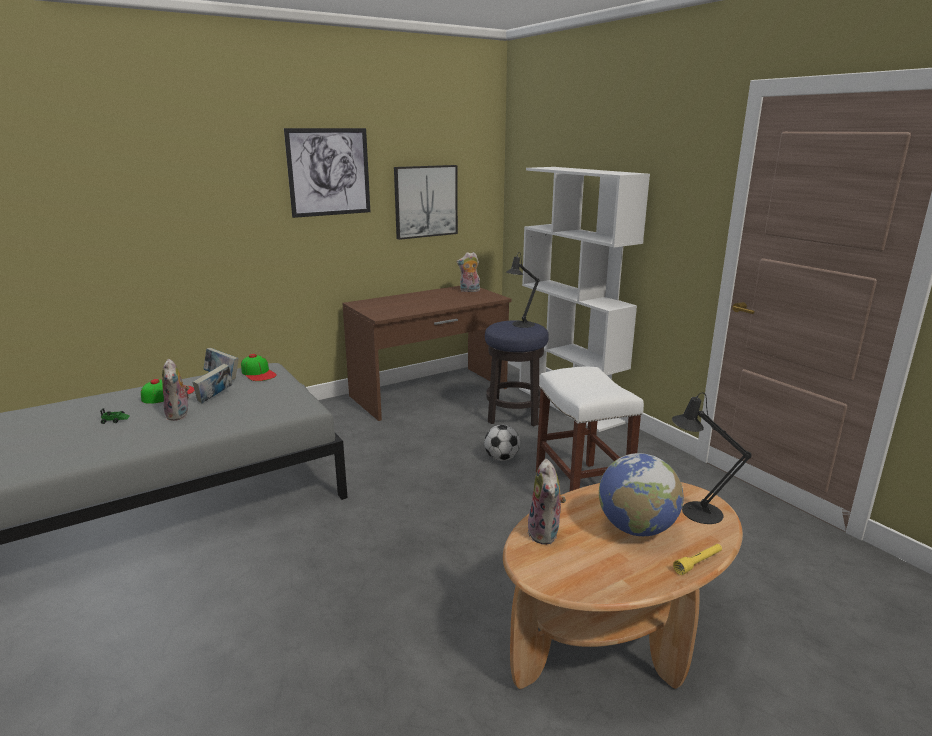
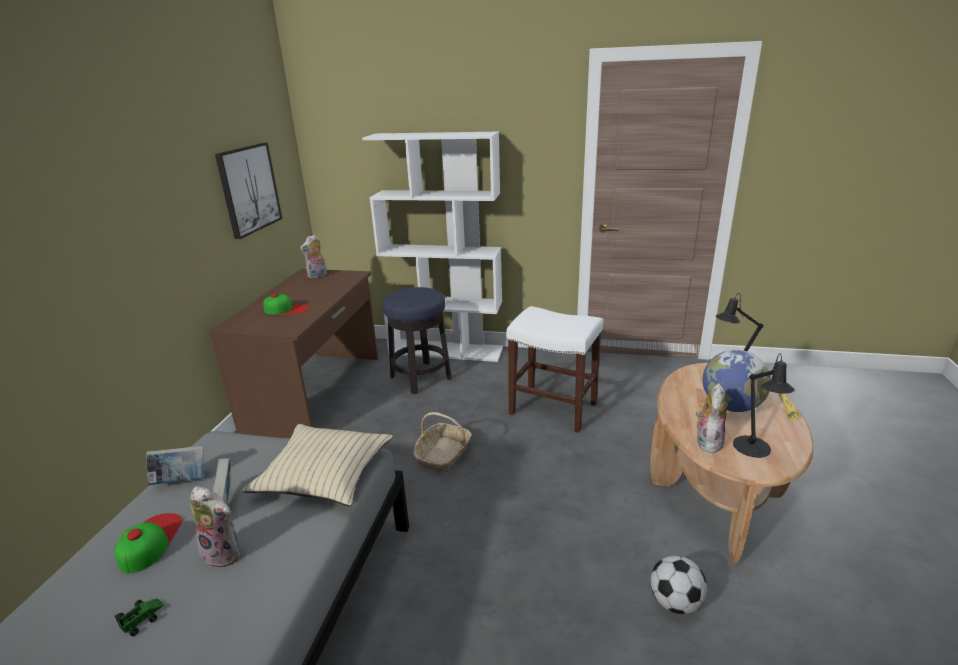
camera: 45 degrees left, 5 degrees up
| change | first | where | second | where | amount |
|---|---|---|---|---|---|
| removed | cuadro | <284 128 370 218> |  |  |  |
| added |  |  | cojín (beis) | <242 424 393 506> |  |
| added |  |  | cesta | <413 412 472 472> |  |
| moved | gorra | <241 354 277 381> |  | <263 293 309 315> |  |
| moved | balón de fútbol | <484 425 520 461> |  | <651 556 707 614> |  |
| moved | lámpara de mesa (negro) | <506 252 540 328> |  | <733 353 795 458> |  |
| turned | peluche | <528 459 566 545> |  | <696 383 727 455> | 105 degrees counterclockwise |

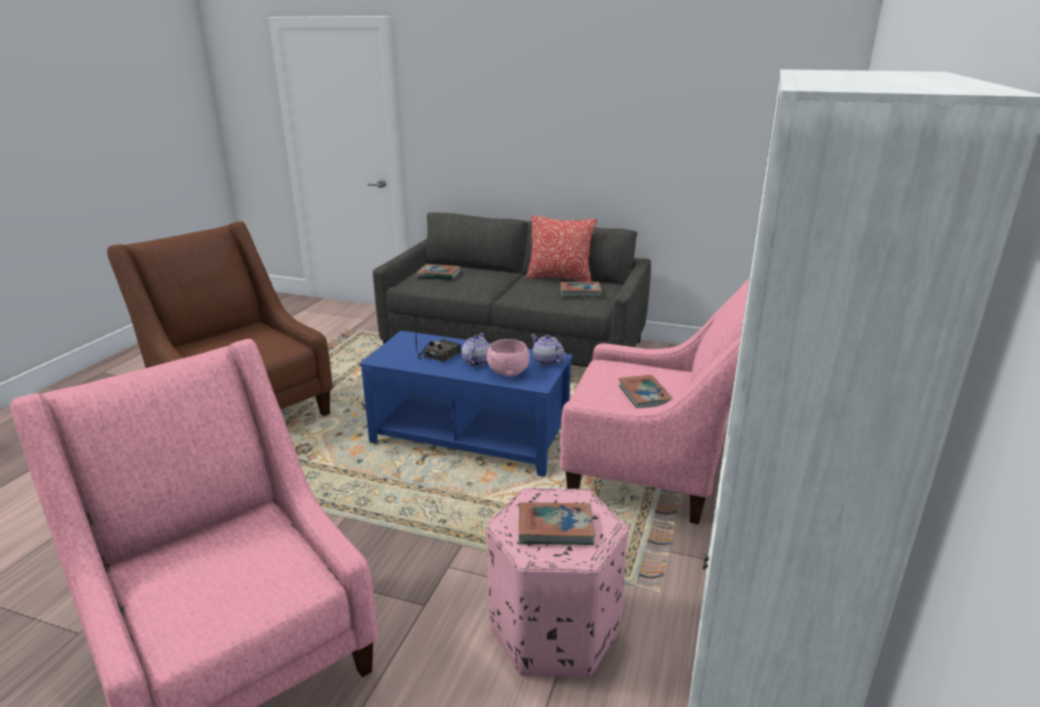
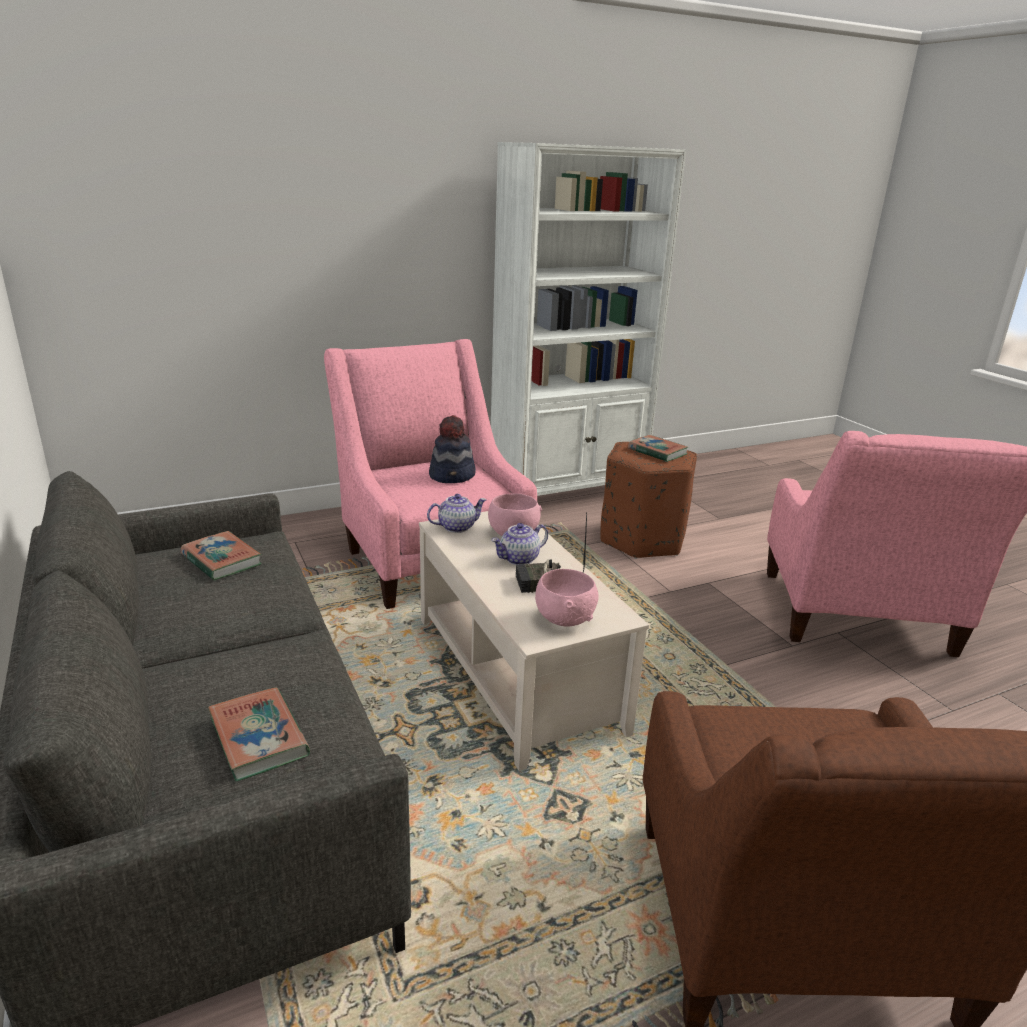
camera: 135 degrees left, 0 degrees up
| change | first | where | second | where | amount |
|---|---|---|---|---|---|
| removed | cojín | <526 215 597 282> |  |  |  |
| added |  |  | cuenco (rosa) | <535 569 599 627> |  |
| replaced | libro | <618 375 673 408> | sombrero | <429 415 476 483> |  |
| recoloured | mesa de centro (azul) | <359 331 573 477> | mesa de centro (beis) | <419 511 649 771> |  |
| recoloured | puf (rosa) | <486 488 628 677> | puf (marrón) | <600 442 697 559> |  |
| turned | tetera | <531 334 565 366> |  | <427 494 487 533> | 120 degrees counterclockwise |

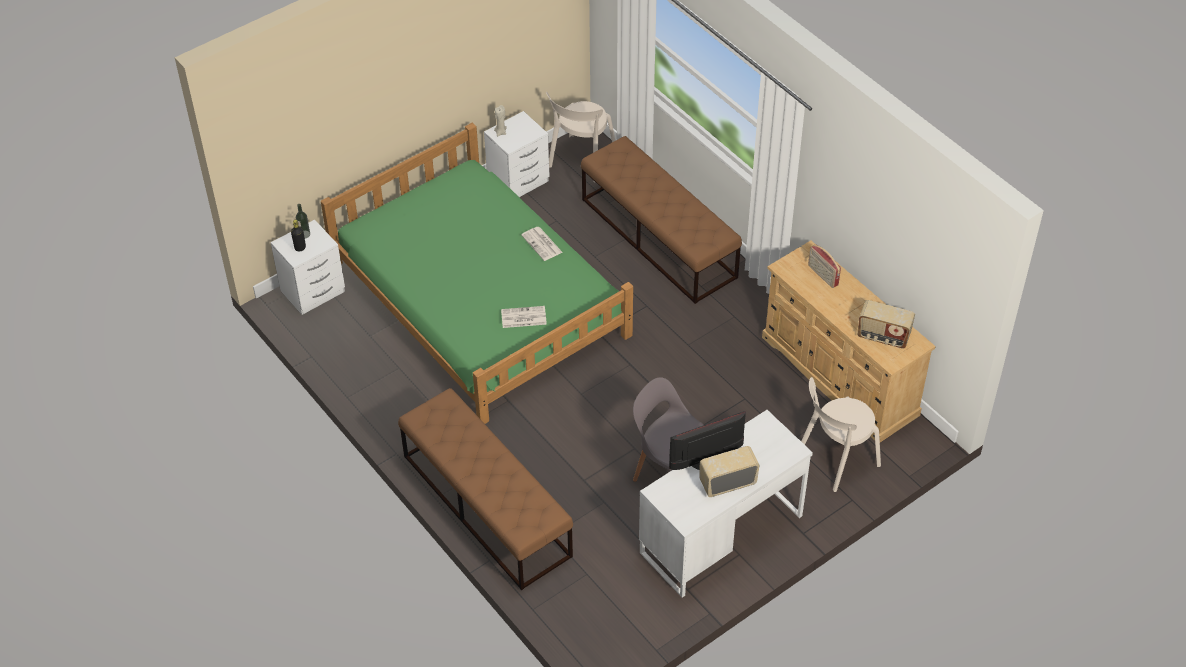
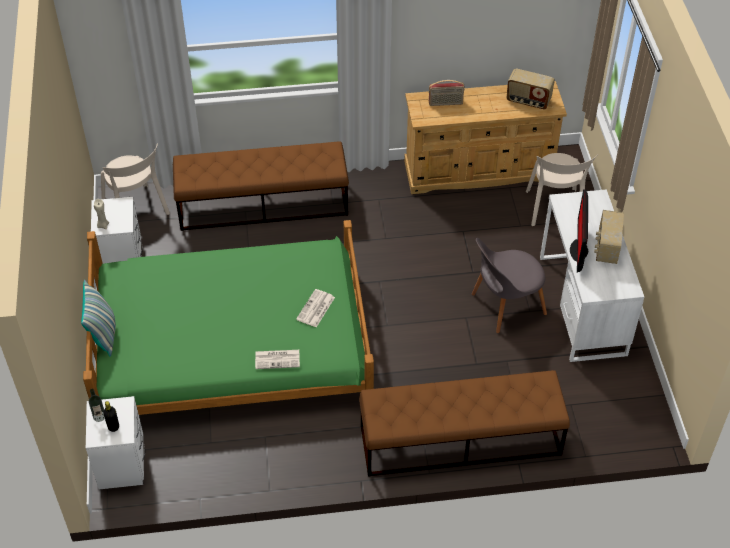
camera: 60 degrees left, 0 degrees up
| change | first | where | second | where | amount |
|---|---|---|---|---|---|
| added |  |  | cojín | <81 280 116 357> |  |
| moved | periódico | <521 227 563 261> |  | <255 350 300 369> |  |
| turned | radio | <857 300 915 348> |  | <507 68 555 109> | 60 degrees clockwise |

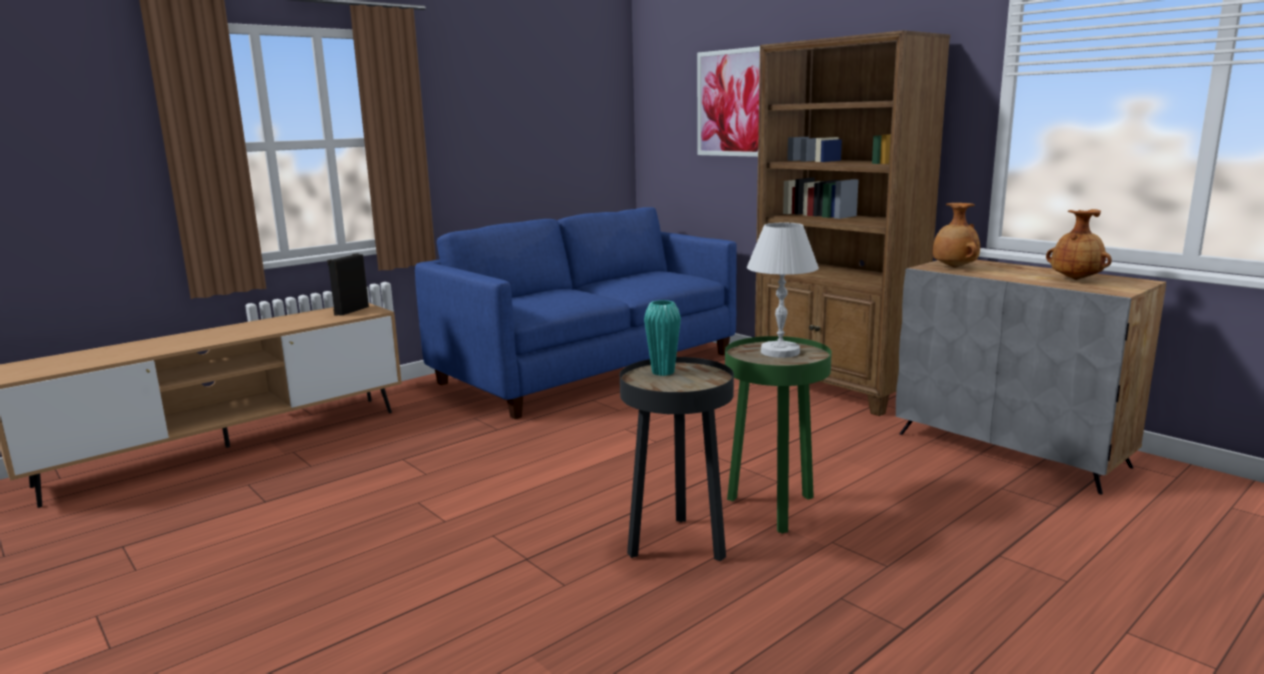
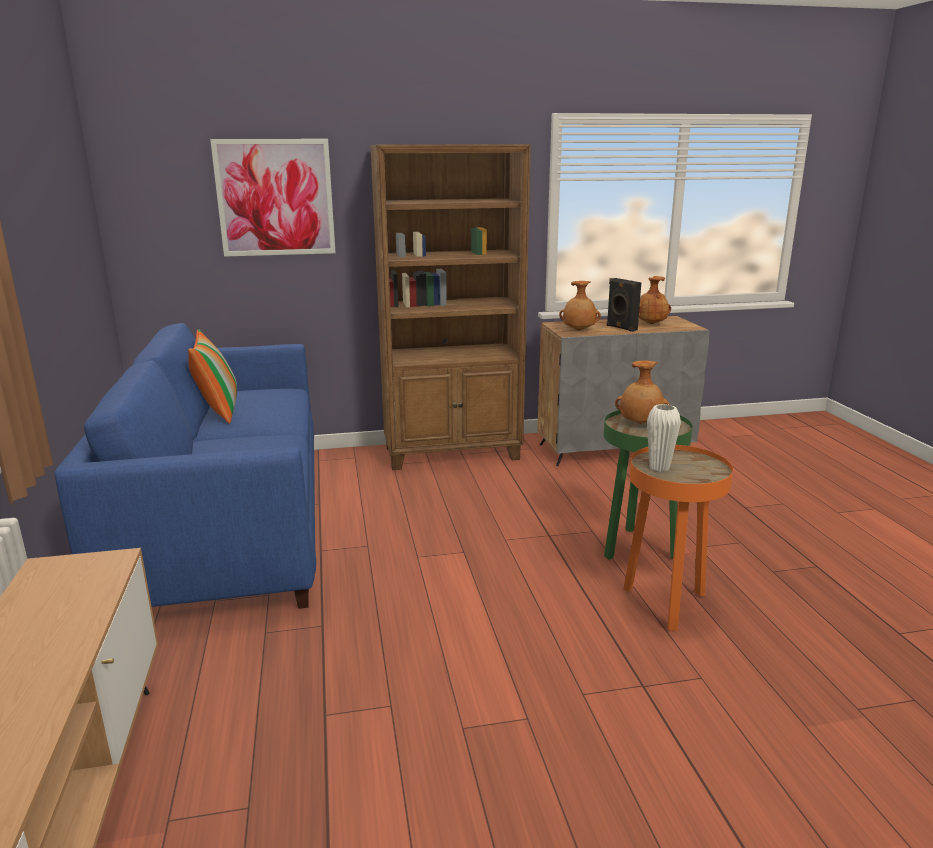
camera: 60 degrees left, 5 degrees up
| change | first | where | second | where | amount |
|---|---|---|---|---|---|
| added |  |  | cojín | <188 329 237 424> |  |
| moved | altavoz (negro) | <327 254 369 316> |  | <607 278 641 332> |  |
| replaced | lámpara de mesa (blanco) | <747 223 819 358> | florero (marrón) | <615 360 670 424> |  |
| recoloured | mesa auxiliar (negro) | <620 357 734 561> | mesa auxiliar (naranja) | <623 445 733 631> |  |
| recoloured | florero (turquesa) | <644 300 681 376> | florero (blanco) | <647 404 681 472> |  |

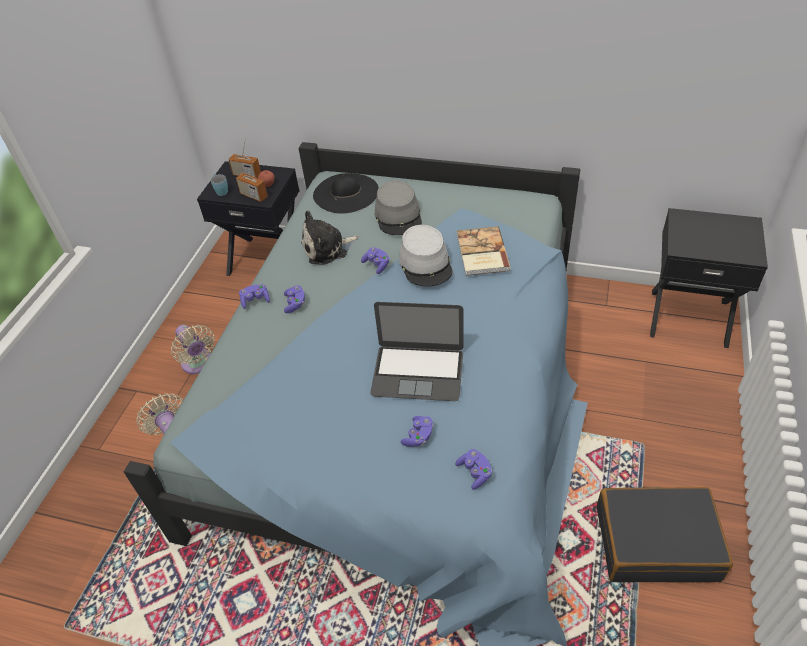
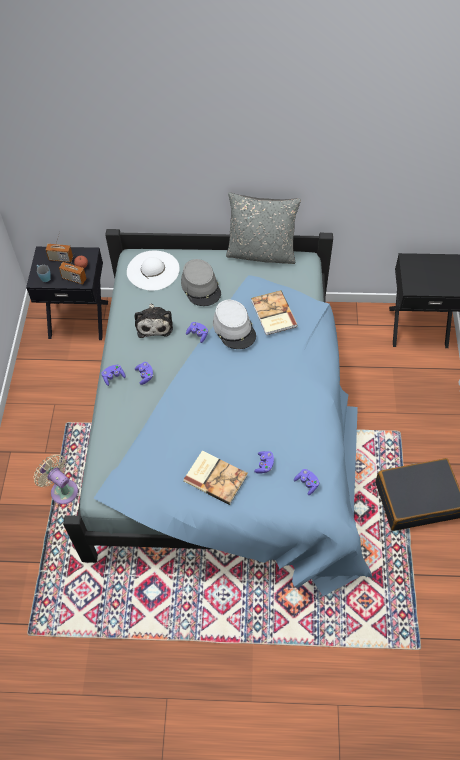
camera: 15 degrees left, 10 degrees up
| change | first | where | second | where | amount |
|---|---|---|---|---|---|
| removed | ventilador (beis) | <171 325 215 374> |  |  |  |
| removed | portátil | <370 302 463 401> |  |  |  |
| added |  |  | libro | <183 451 248 505> |  |
| added |  |  | cojín (gris) | <226 192 301 264> |  |
| recoloured | sombrero (negro) | <313 173 379 214> | sombrero (blanco) | <127 251 179 291> |  |
| turned | peluche | <301 210 359 265> |  | <134 303 173 338> | 60 degrees counterclockwise |

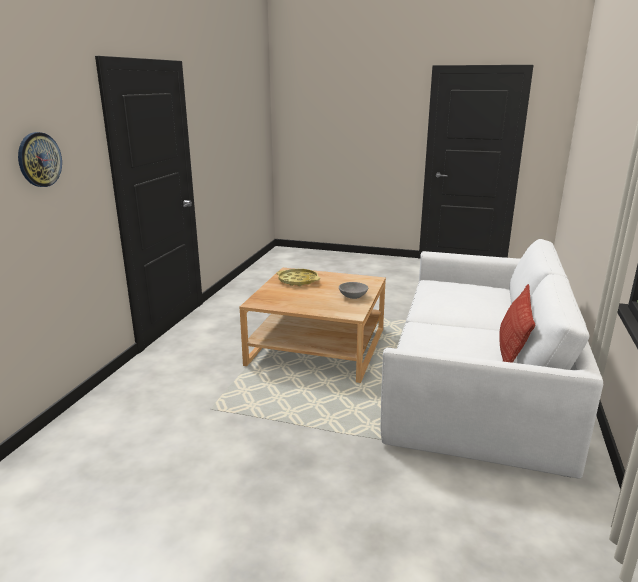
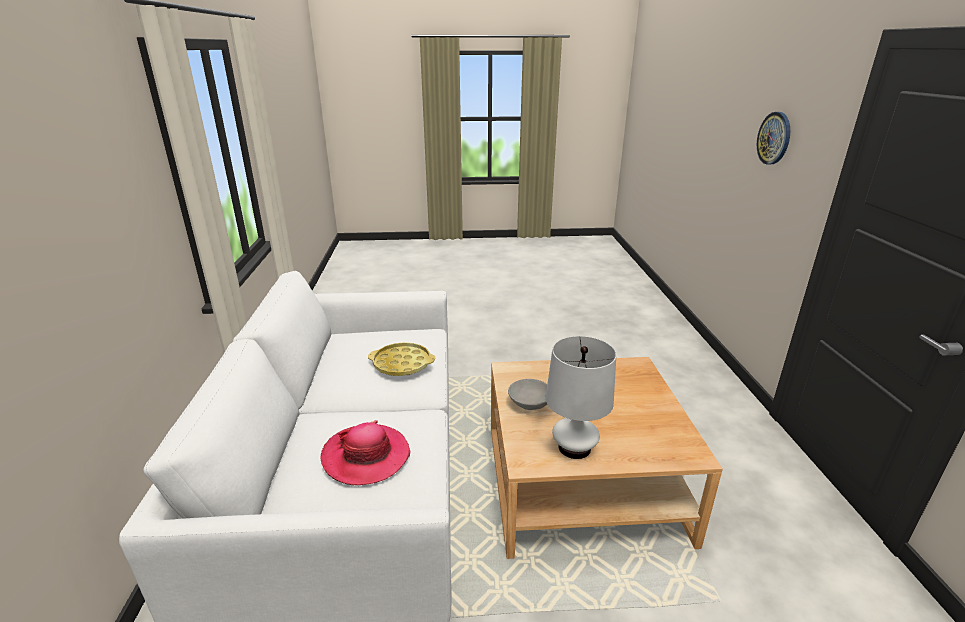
camera: 160 degrees right, 5 degrees up
| change | first | where | second | where | amount |
|---|---|---|---|---|---|
| removed | cojín | <499 284 535 363> |  |  |  |
| added |  |  | sombrero | <320 420 411 485> |  |
| added |  |  | lámpara de mesa (blanco) | <546 336 616 459> |  |
| moved | bandeja (amarillo) | <277 269 320 286> |  | <368 342 435 376> |  |

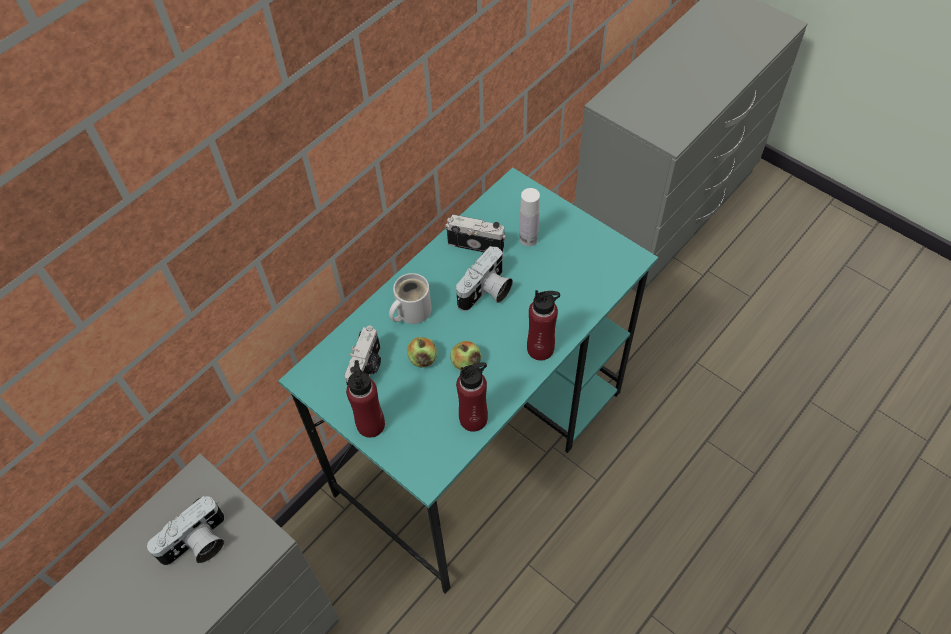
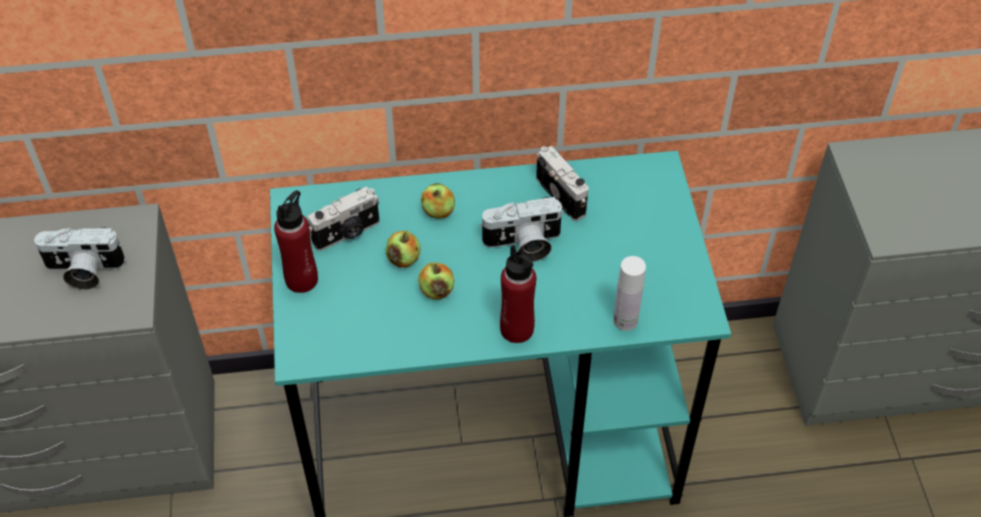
camera: 40 degrees right, 5 degrees down
| change | first | where | second | where | amount |
|---|---|---|---|---|---|
| removed | botella (rojo) | <456 362 488 432> |  |  |  |
| moved | botella (blanco) | <519 188 540 246> |  | <613 256 646 331> |  |
| replaced | taza grande (blanco) | <389 273 432 324> | manzana | <421 183 455 219> |  |

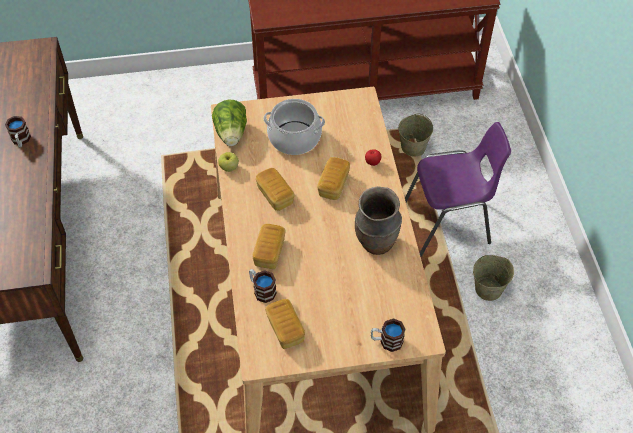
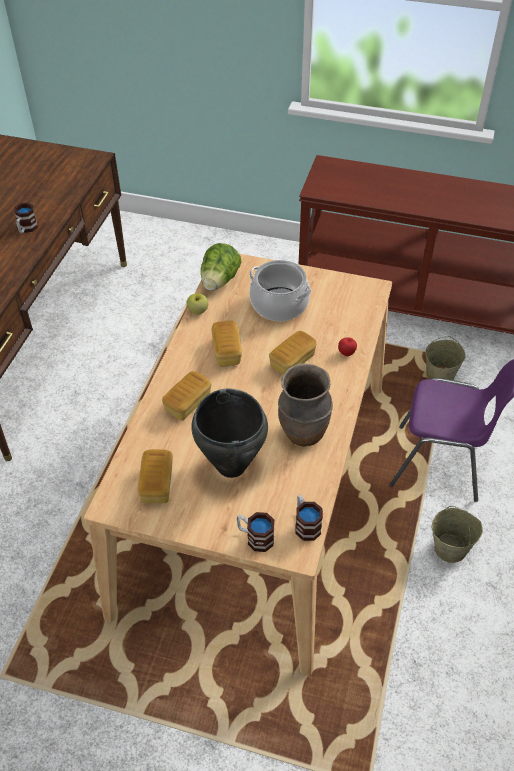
camera: 25 degrees right, 5 degrees down
| change | first | where | second | where | amount |
|---|---|---|---|---|---|
| added |  |  | olla (negro) | <191 389 268 478> |  |
| moved | taza grande | <249 269 277 303> |  | <295 495 323 541> |  |

